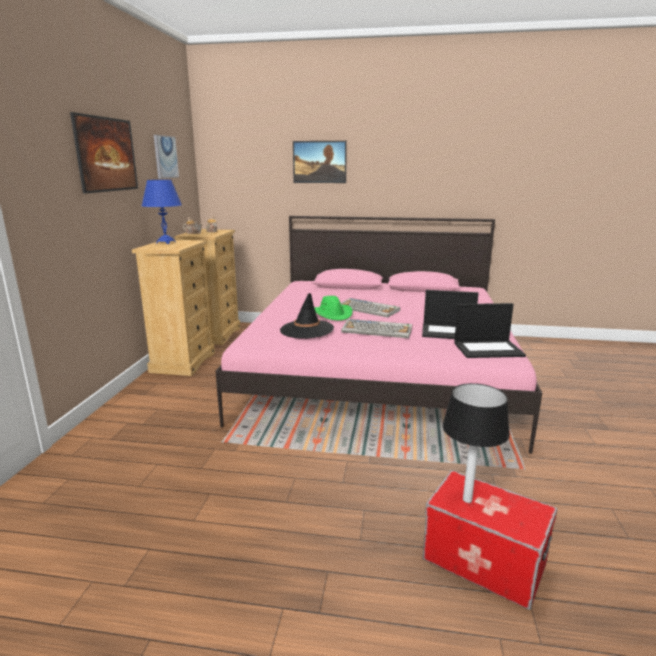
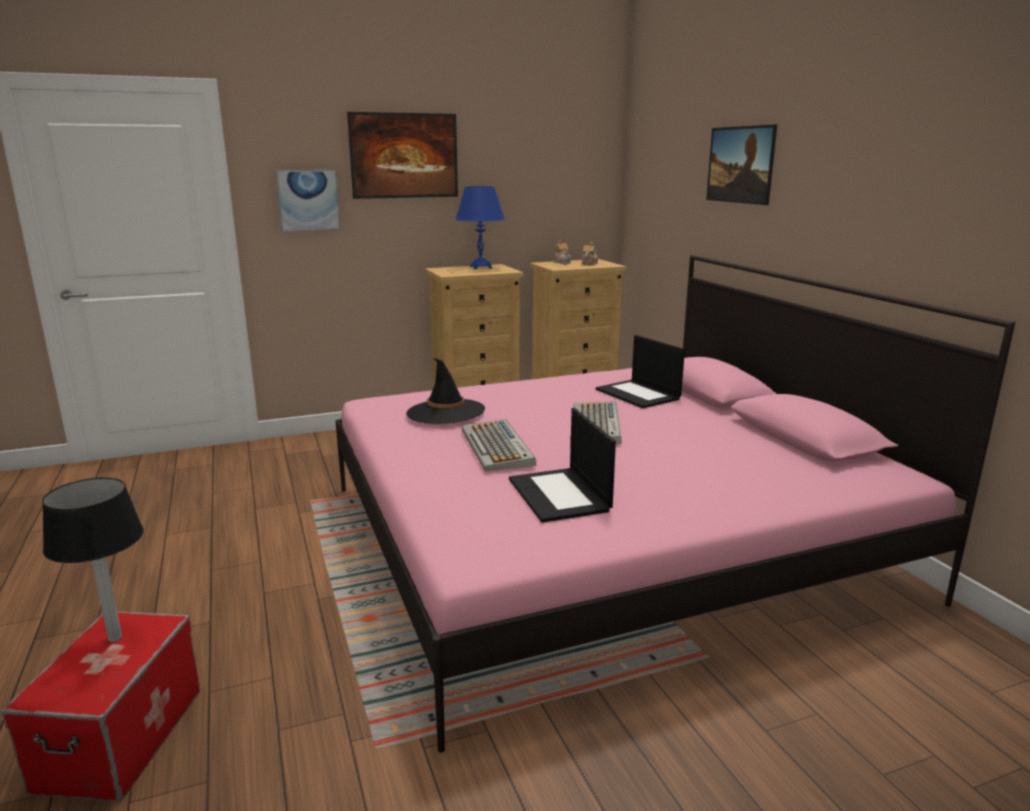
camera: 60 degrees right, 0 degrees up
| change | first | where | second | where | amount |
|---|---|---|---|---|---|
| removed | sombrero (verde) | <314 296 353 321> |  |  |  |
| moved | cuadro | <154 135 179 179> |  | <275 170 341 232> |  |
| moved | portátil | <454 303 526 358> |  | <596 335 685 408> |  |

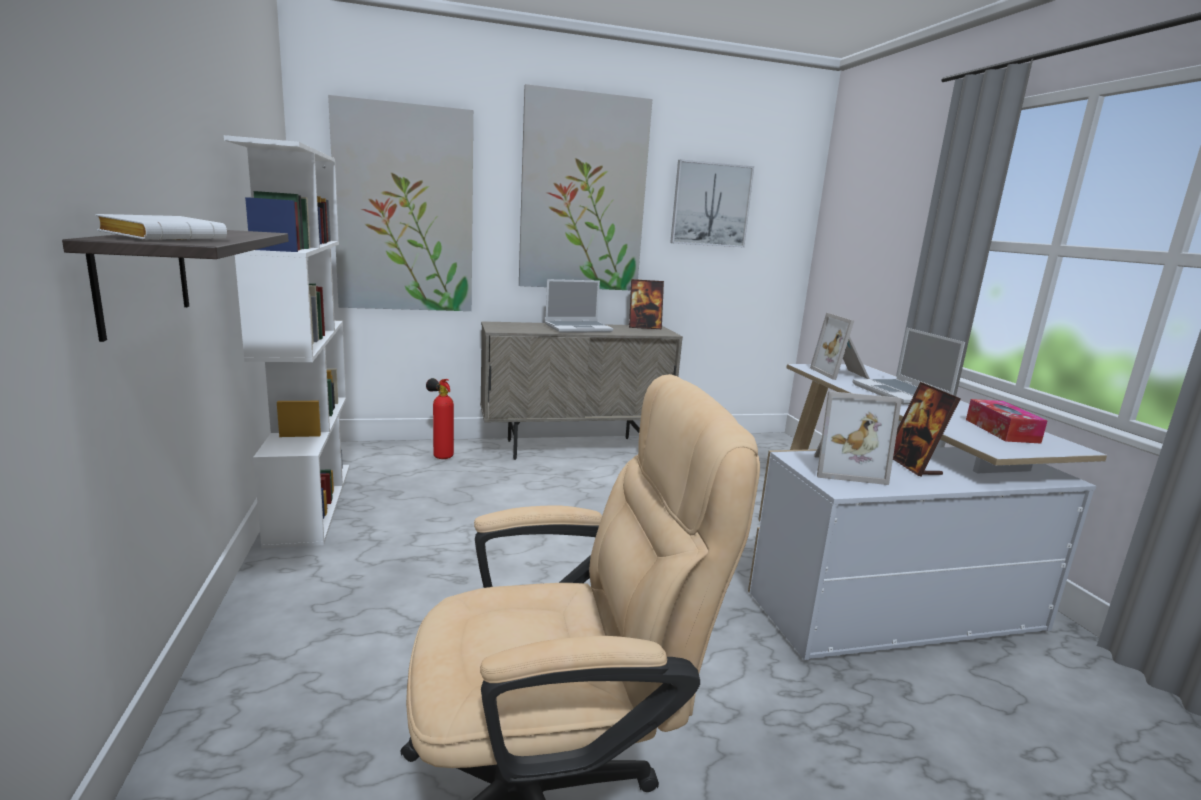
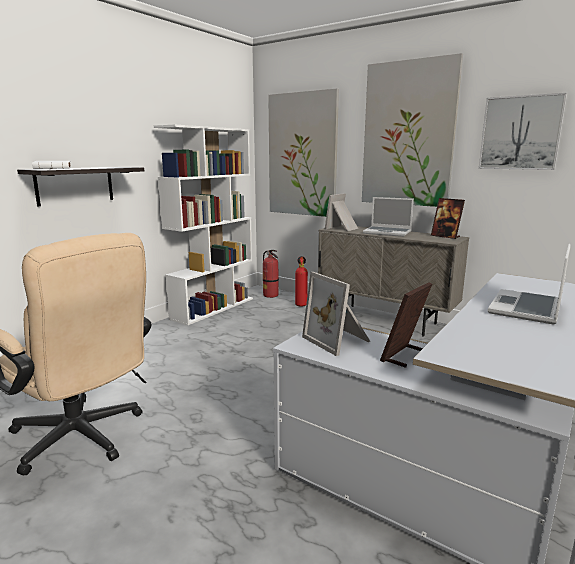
camera: 50 degrees right, 0 degrees up
| change | first | where | second | where | amount |
|---|---|---|---|---|---|
| removed | caja de pañuelos | <966 399 1047 444> |  |  |  |
| added |  |  | extintor | <263 250 279 298> |  |
| moved | portarretratos | <810 313 870 380> |  | <325 193 358 231> |  |

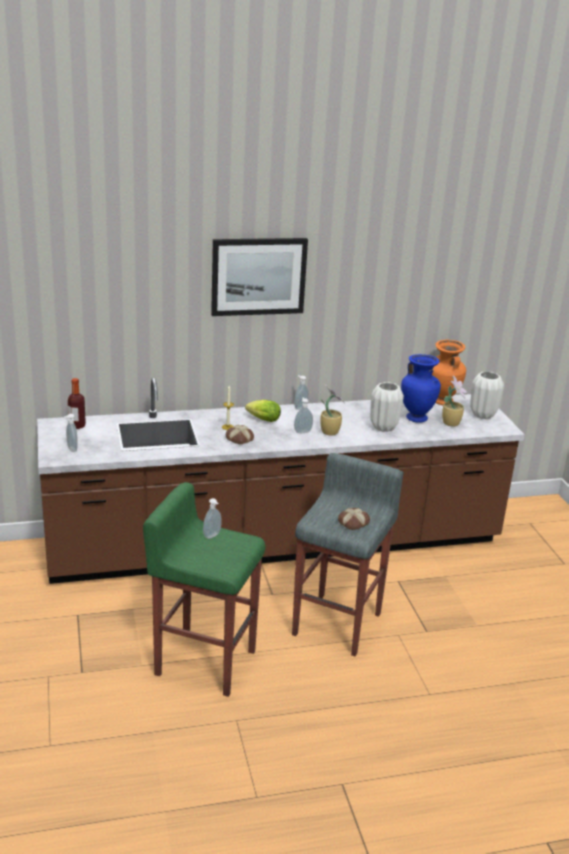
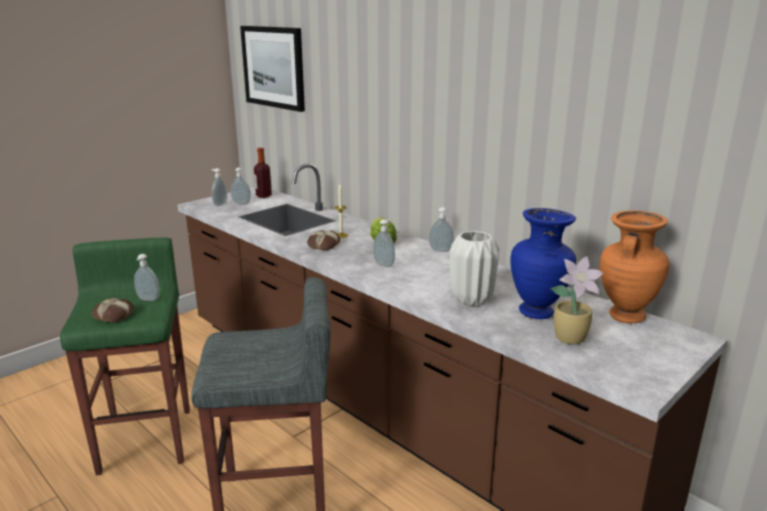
camera: 60 degrees right, 5 degrees down
| change | first | where | second | where | amount |
|---|---|---|---|---|---|
| removed | planta en maceta | <320 385 345 435> |  |  |  |
| removed | florero (blanco) | <470 371 504 419> |  |  |  |
| added |  |  | dispensador de jabón | <231 167 251 204> |  |
| moved | cuadro | <211 238 308 316> |  | <240 26 305 112> |  |
| moved | pan | <338 508 370 530> |  | <92 298 134 323> |  |

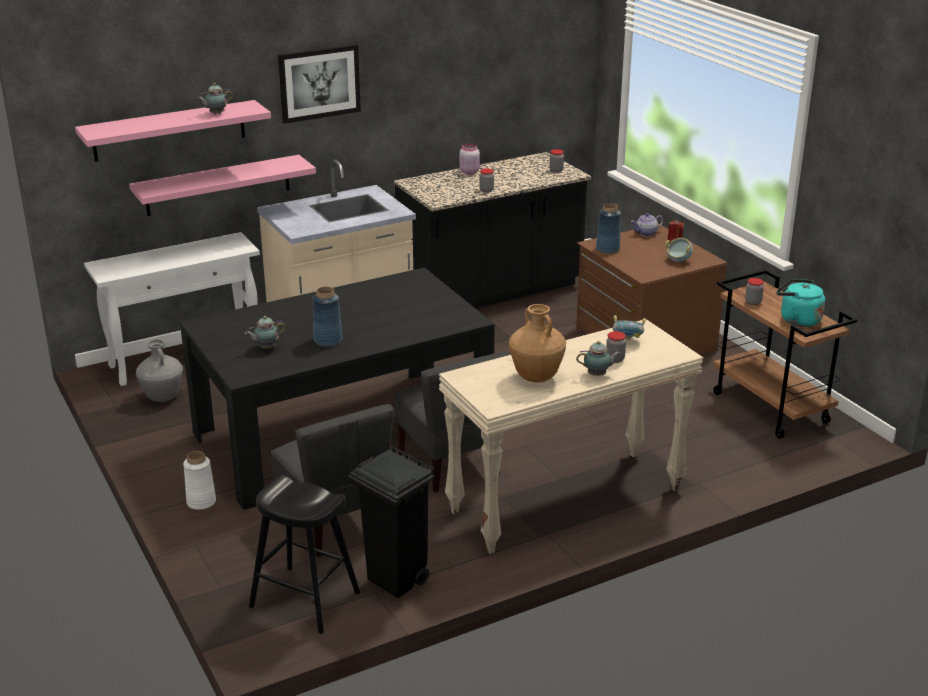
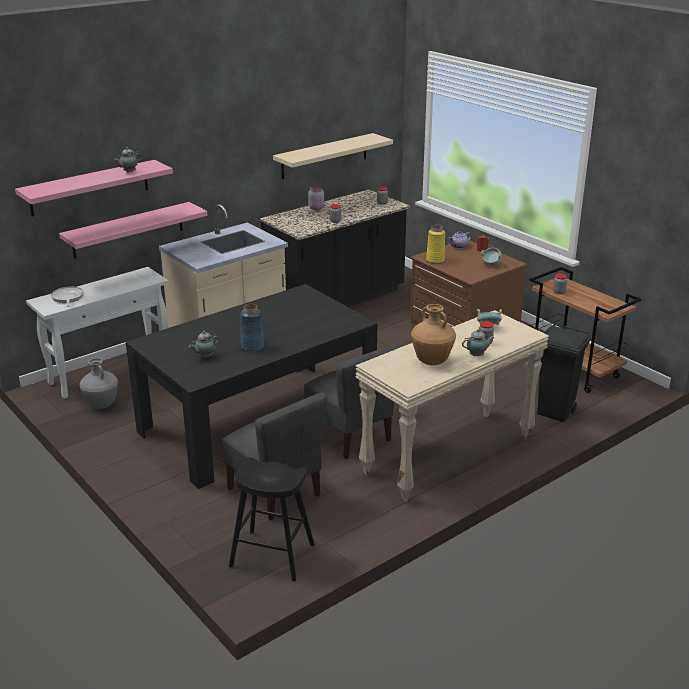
camera: 10 degrees left, 0 degrees up
| change | first | where | second | where | amount |
|---|---|---|---|---|---|
| removed | florero (blanco) | <183 451 216 510> |  |  |  |
| removed | cuadro | <278 44 361 124> |  |  |  |
| removed | hervidor (turquesa) | <776 279 825 327> |  |  |  |
| added |  |  | sartén | <51 287 84 307> |  |
| added |  |  | estante (beis) | <273 133 393 179> |  |
| moved | papelera (negro) | <348 446 434 598> |  | <537 323 591 422> |  |
| recoloured | florero (azul) | <596 203 621 254> | florero (amarillo) | <426 225 445 264> |  |

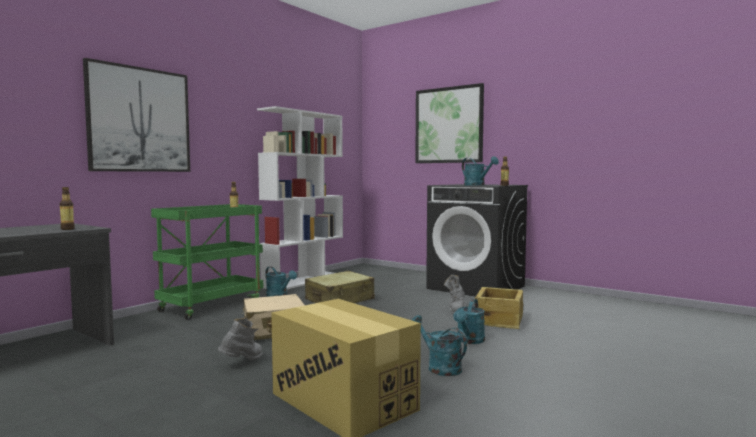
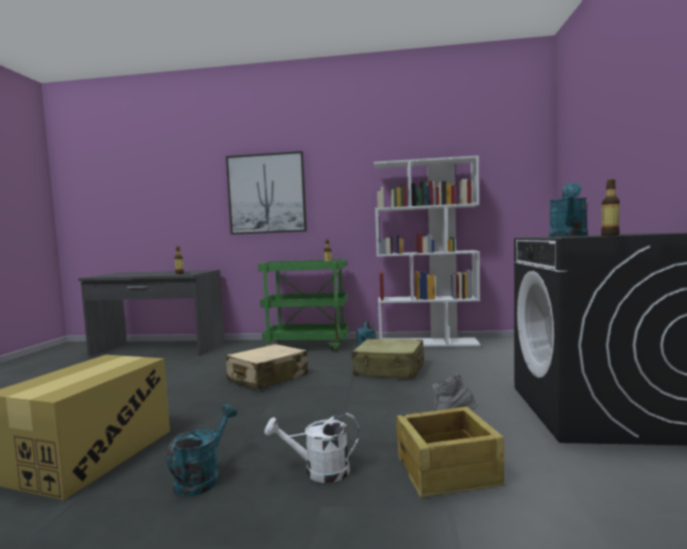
camera: 60 degrees right, 0 degrees up
| change | first | where | second | where | amount |
|---|---|---|---|---|---|
| removed | bota (gris) | <218 318 263 360> |  |  |  |
| removed | cuadro | <415 83 484 163> |  |  |  |
| recoloured | regadera (turquesa) | <453 299 485 344> | regadera (blanco) | <264 413 359 483> |  |

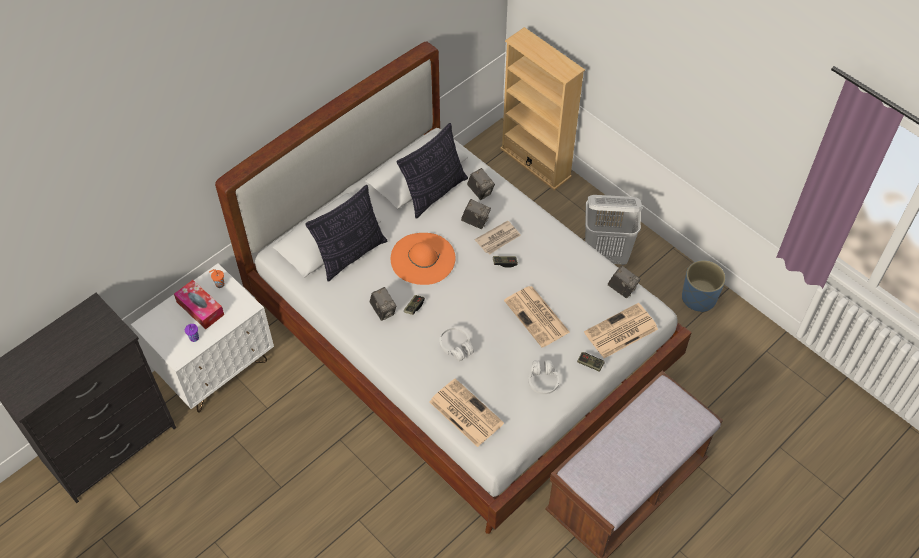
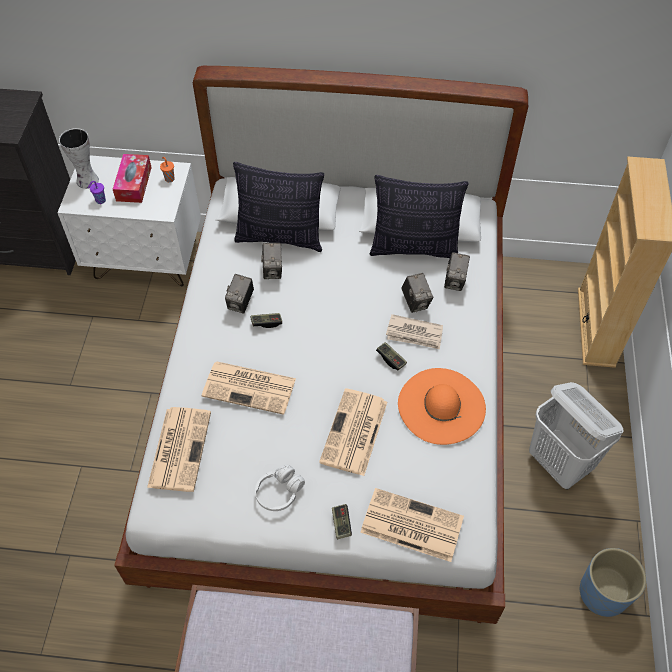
camera: 50 degrees right, 0 degrees up
| change | first | where | second | where | amount |
|---|---|---|---|---|---|
| added |  |  | florero | <59 128 99 189> |  |
| moved | sombrero (naranja) | <391 233 456 285> |  | <398 368 486 445> |  |
| moved | cámara | <608 265 640 298> |  | <261 243 282 279> |  |
| replaced | auriculares (blanco) | <439 327 474 361> | periódico | <202 361 296 415> |  |

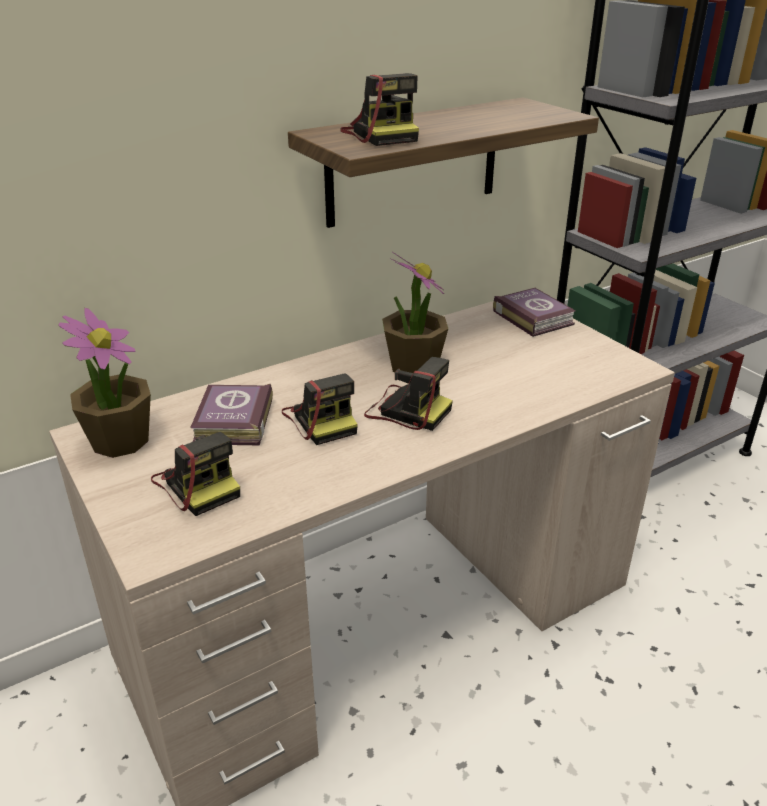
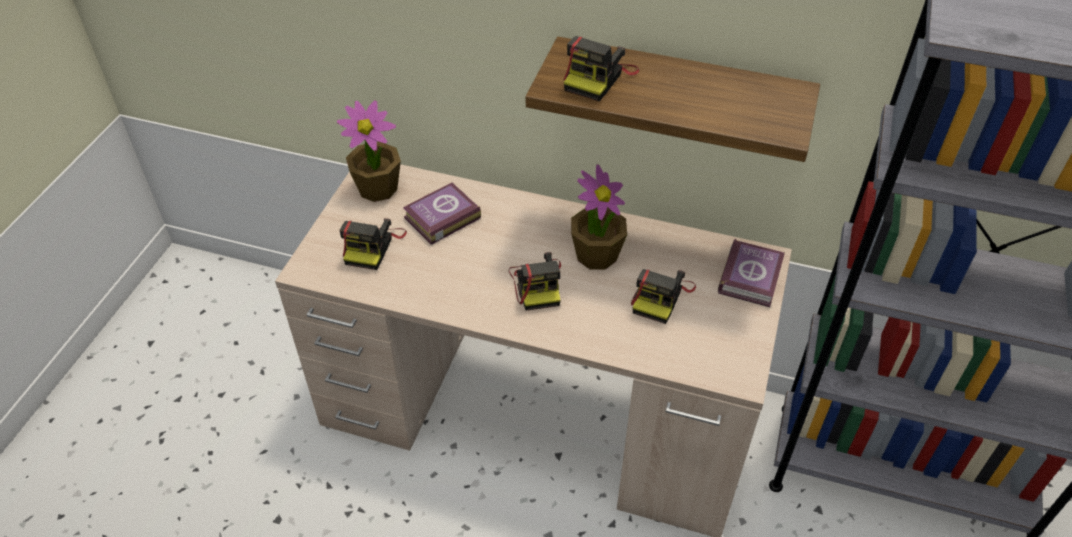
camera: 50 degrees right, 15 degrees up
| change | first | where | second | where | amount |
|---|---|---|---|---|---|
| moved | cámara | <282 374 358 445> |  | <631 269 696 324> |  |

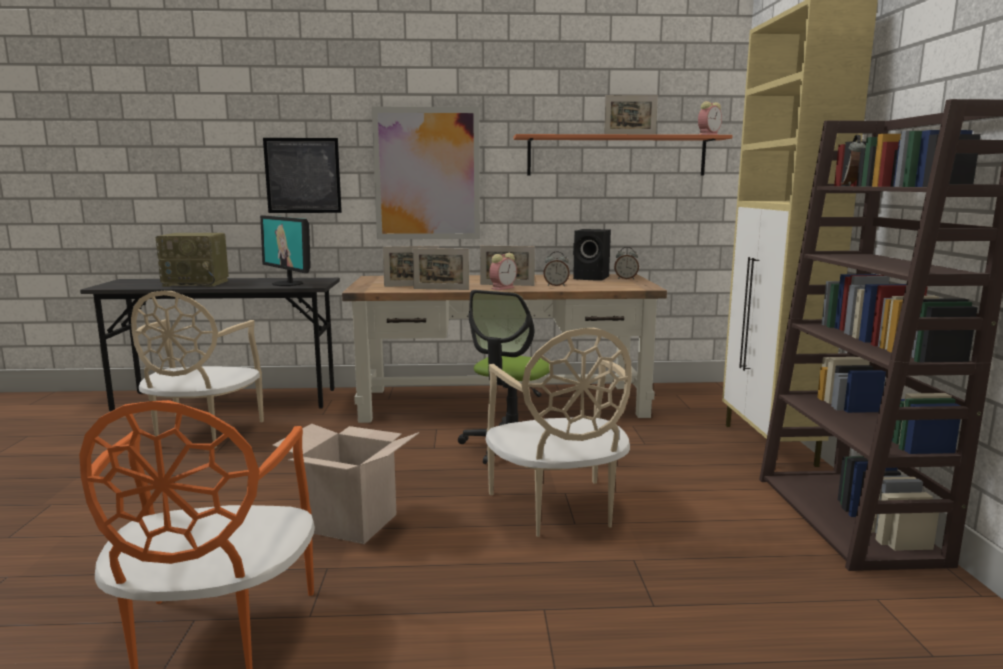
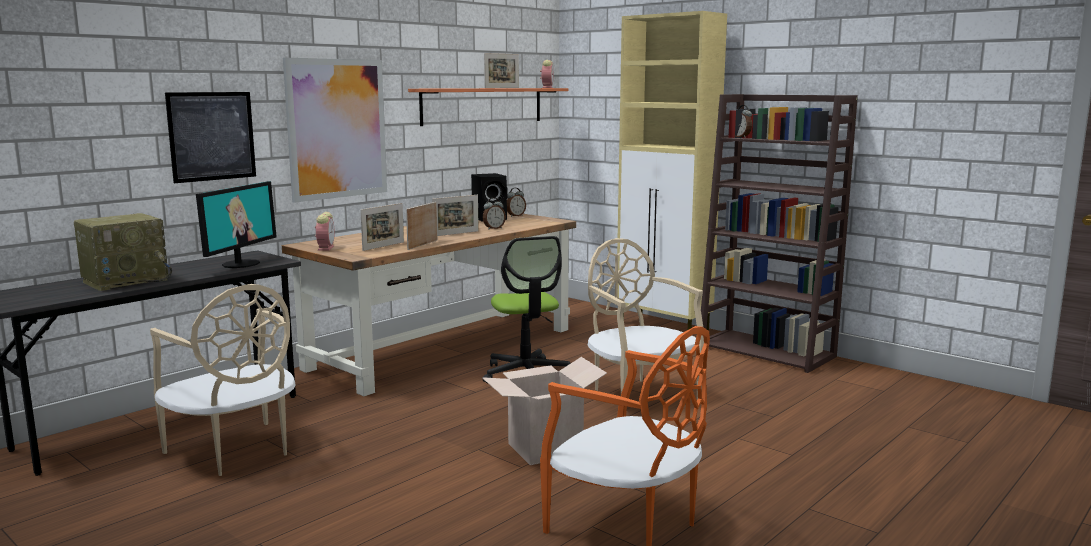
camera: 45 degrees left, 0 degrees up
| change | first | where | second | where | amount |
|---|---|---|---|---|---|
| moved | despertador | <489 253 517 290> |  | <315 212 334 251> |  |
| turned | monitor | <260 215 311 286> |  | <196 181 277 268> | 75 degrees counterclockwise |
| turned | portarretratos | <412 248 469 290> |  | <406 202 438 250> | 150 degrees clockwise |
| turned | silla (beis) | <486 328 632 537> |  | <588 238 704 399> | 150 degrees counterclockwise |

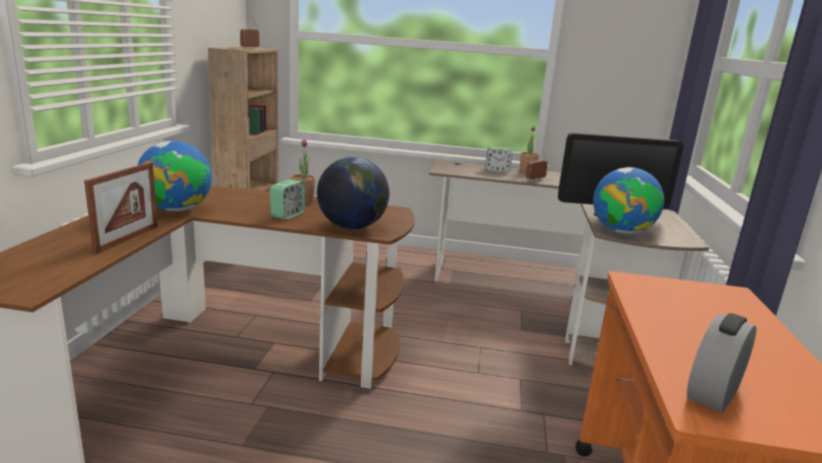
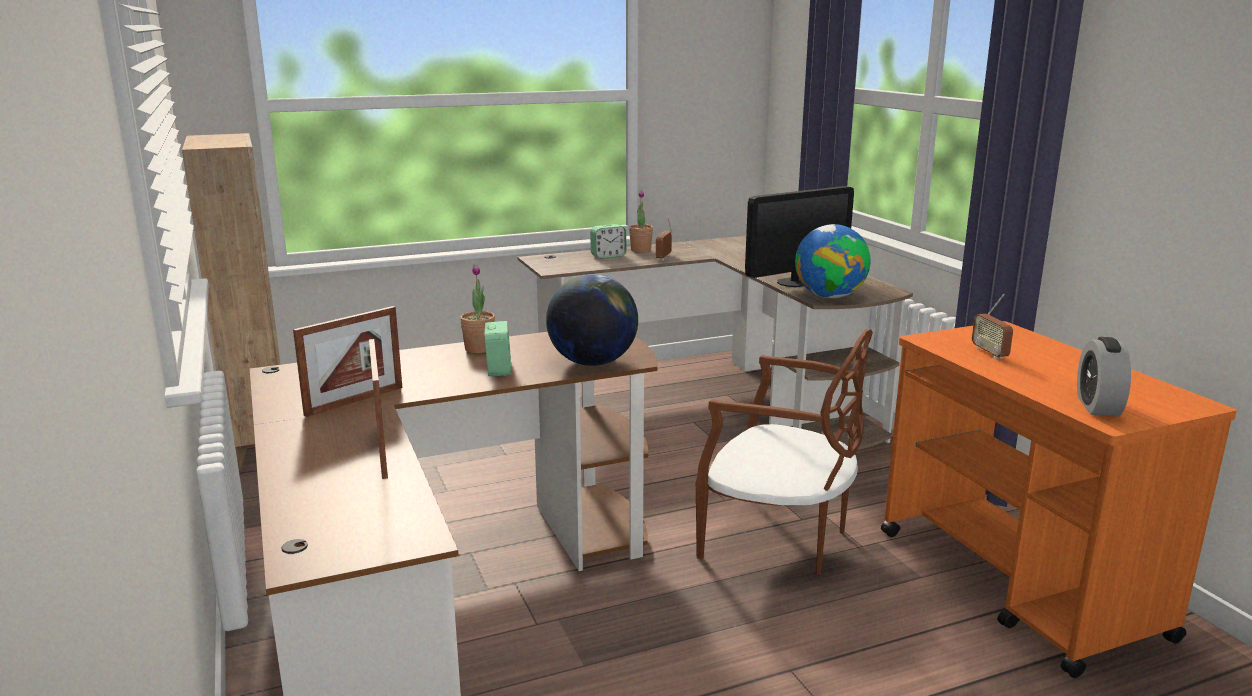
camera: 30 degrees left, 0 degrees up
| change | first | where | second | where | amount |
|---|---|---|---|---|---|
| added |  |  | silla (marrón) | <696 329 873 575> |  |
| moved | radio | <240 15 260 49> |  | <972 294 1013 359> |  |
| replaced | globo terráqueo | <138 141 212 211> | portarretratos | <293 306 402 417> |  |

